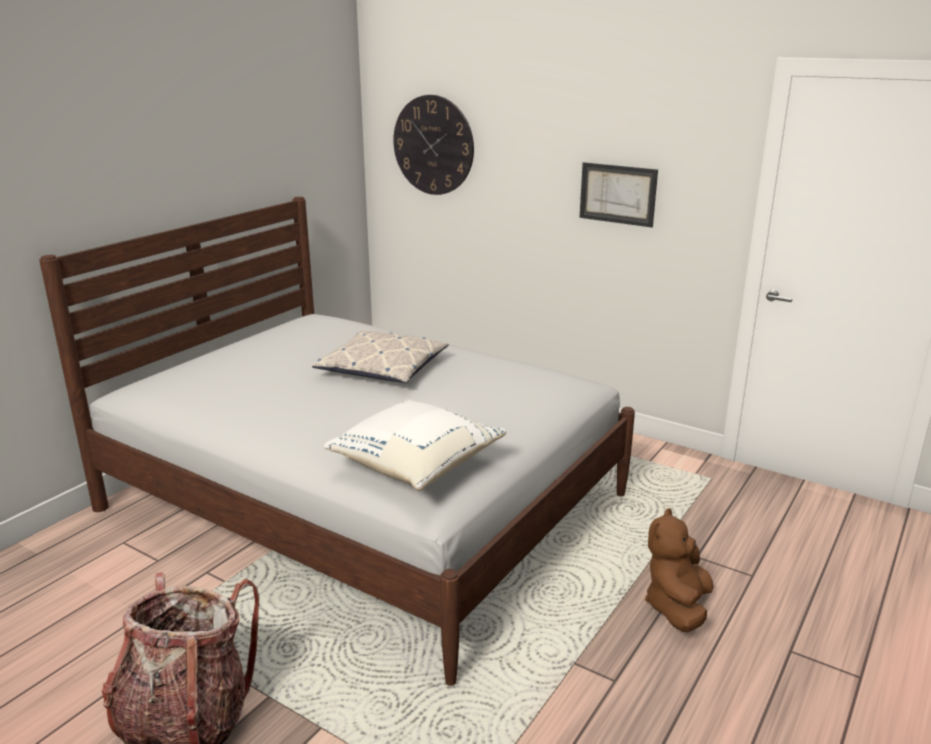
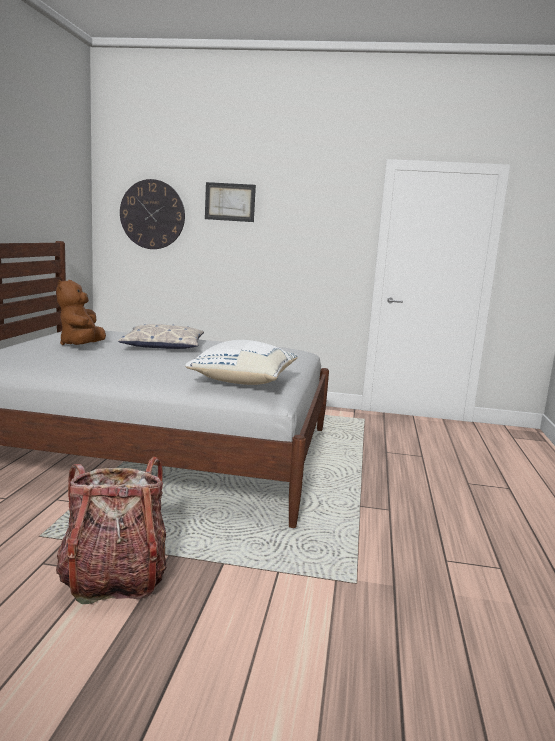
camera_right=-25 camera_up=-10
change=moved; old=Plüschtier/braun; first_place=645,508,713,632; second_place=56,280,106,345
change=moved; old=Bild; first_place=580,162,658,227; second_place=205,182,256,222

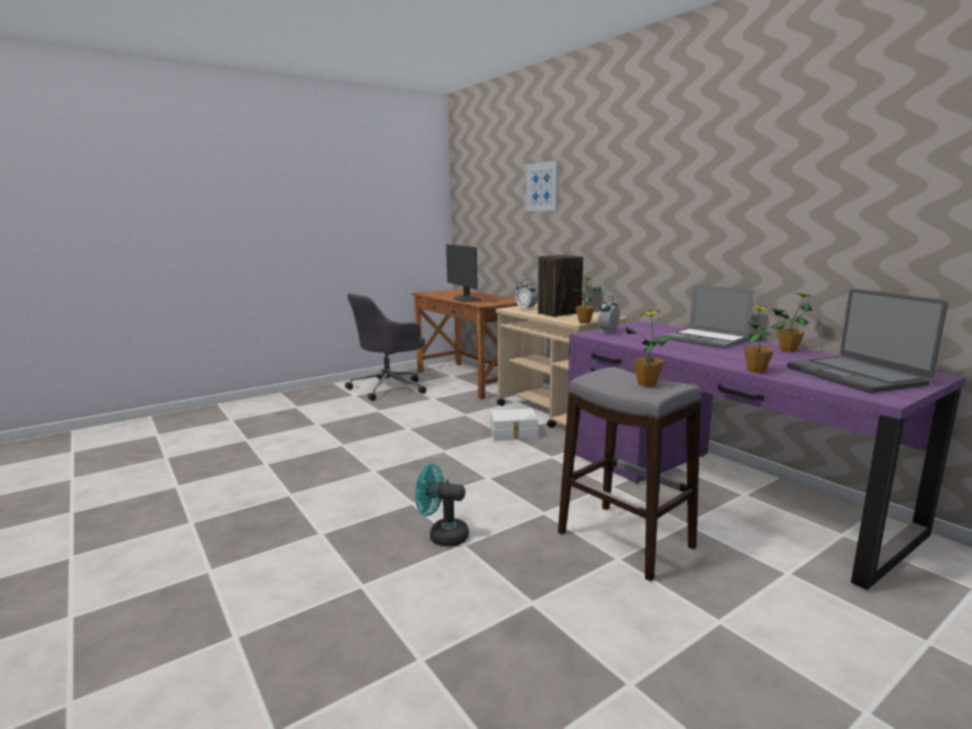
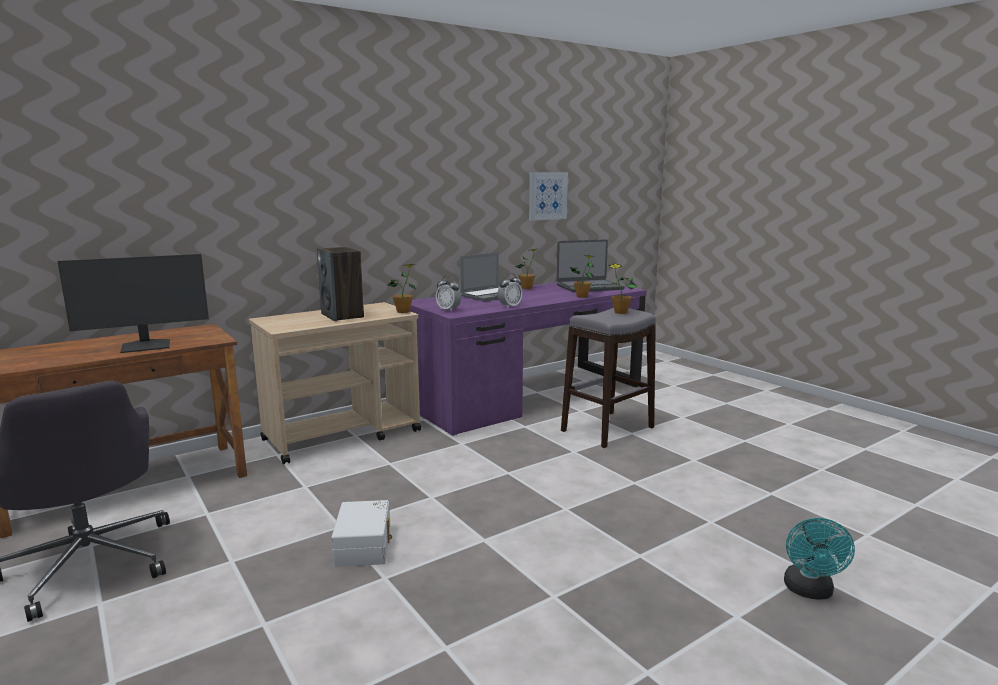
camera_right=-90 camera_up=0
change=moved; old=Aufbewahrungsbox/weiß; first_place=490,409,538,441; second_place=331,500,392,567
change=moved; old=Wecker; first_place=516,280,537,310; second_place=498,273,522,308
change=moved; old=Bild; first_place=526,161,559,211; second_place=529,172,568,221
change=moved; old=Ventilator/türkis; first_place=415,464,469,546; second_place=784,518,855,599

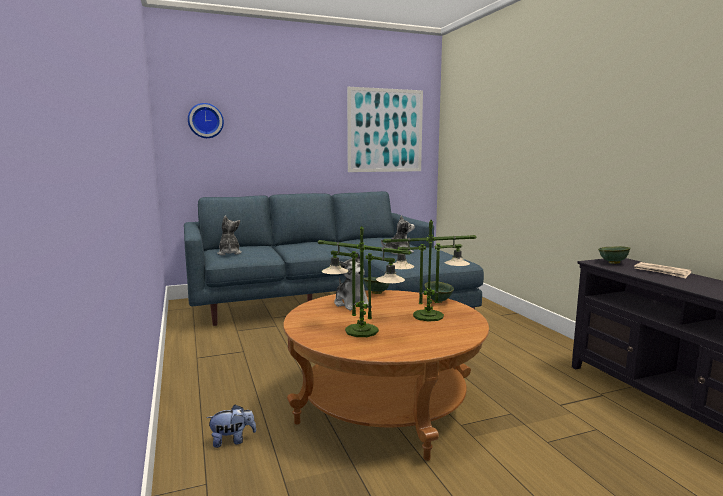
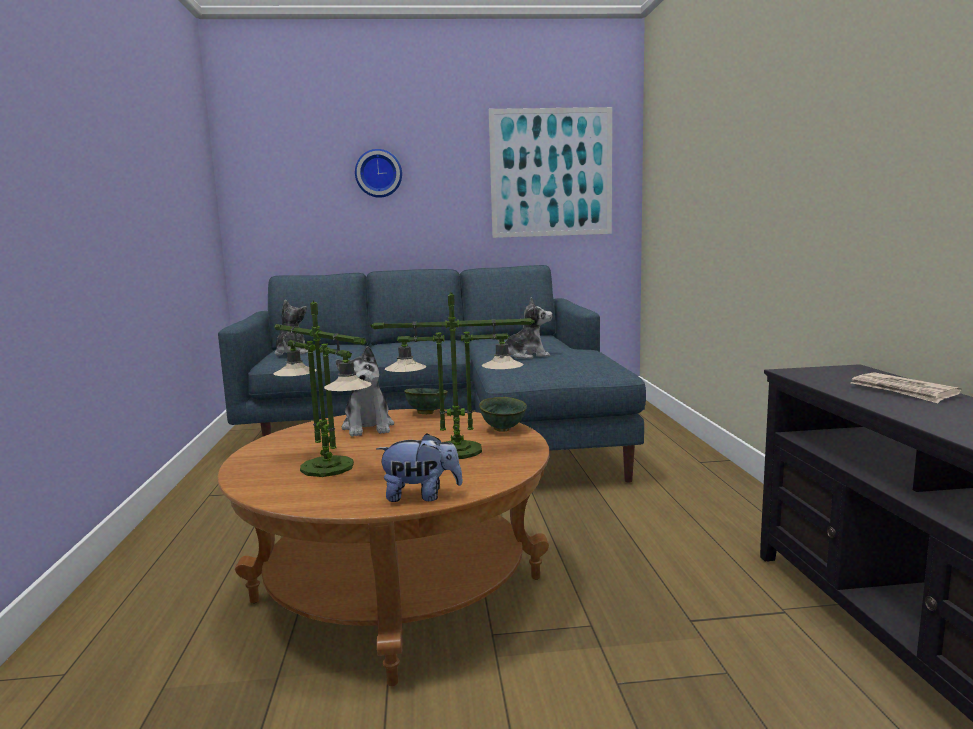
camera_right=15 camera_up=0
change=moved; old=Wanduhr; first_place=188,103,224,138; second_place=355,149,402,198
change=moved; old=Plüschtier; first_place=207,405,256,448; second_place=376,433,463,502
change=removed; old=Schüssel/grün; first_place=598,246,630,264

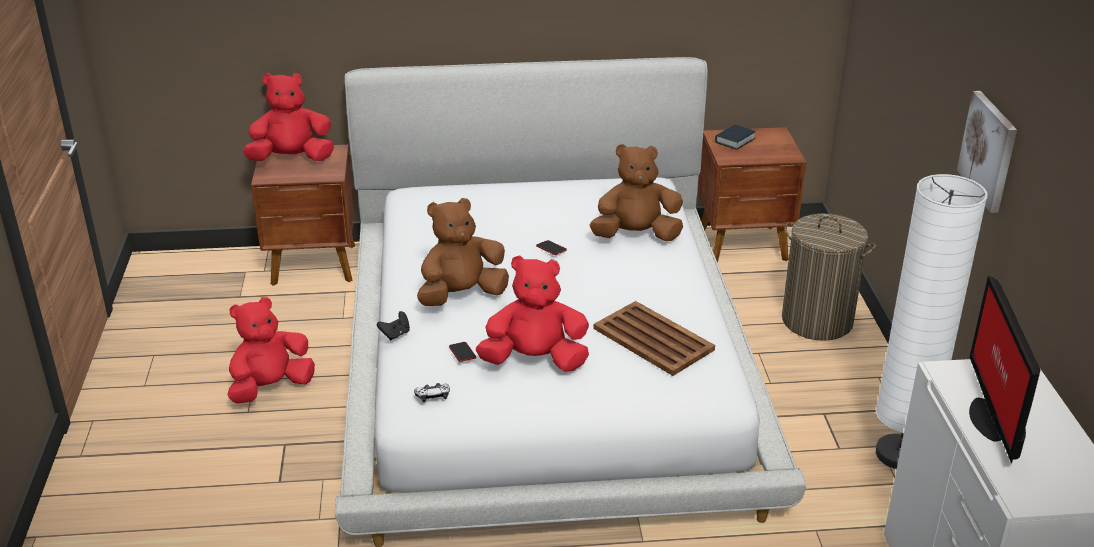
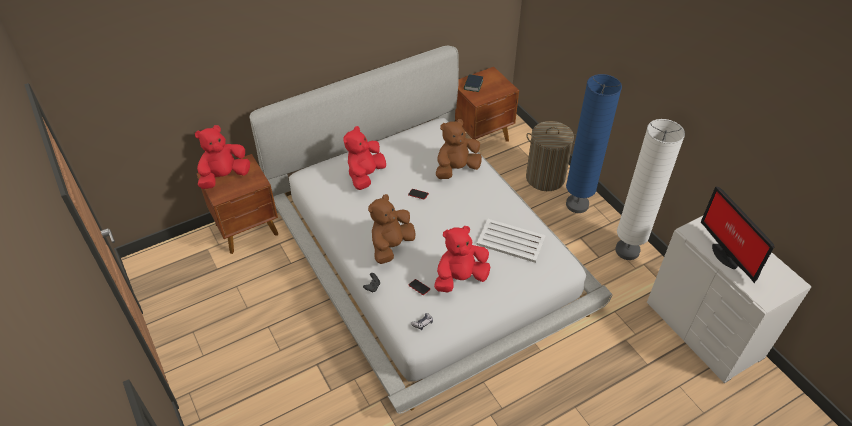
camera_right=-25 camera_up=15
change=moved; old=Plüschtier/rot; first_place=227,297,315,403; second_place=343,126,386,190
change=recoloured; old=Tablett/braun; new=Tablett/weiß; first_place=594,301,715,376; second_place=477,219,546,263
change=added; new=Stehlampe/blau; second_place=566,74,622,213
change=removed; old=Bild; first_place=957,91,1017,213

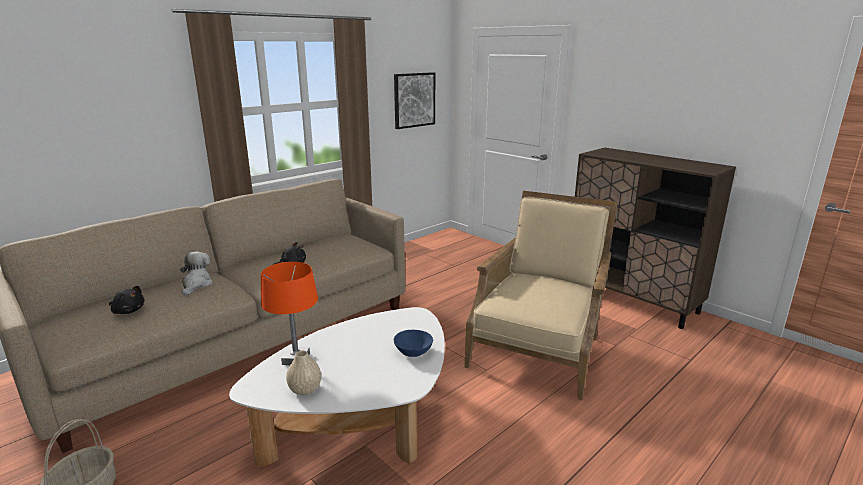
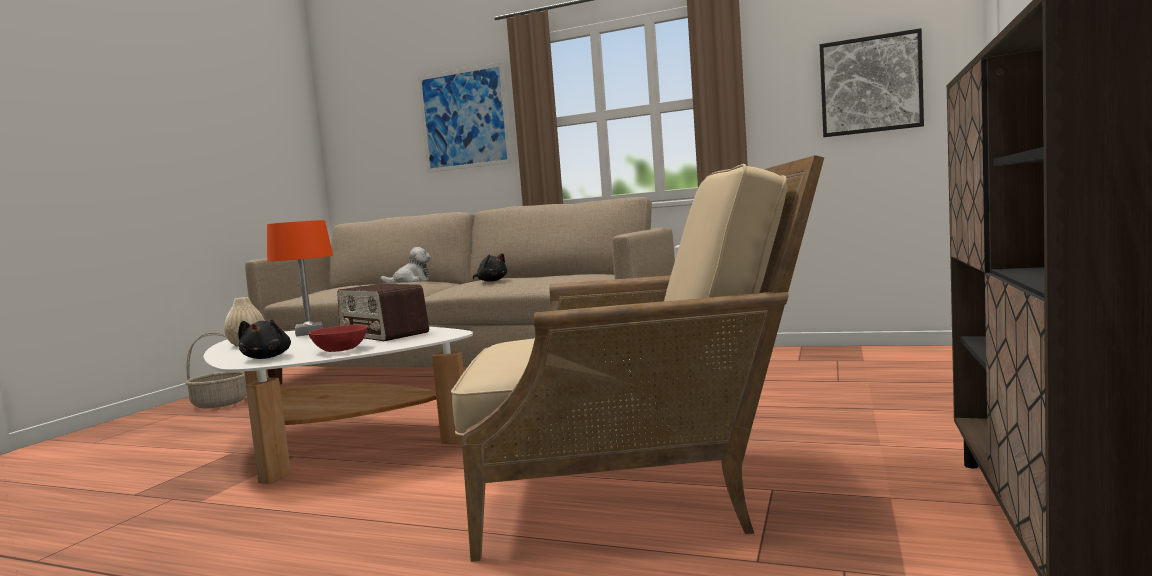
camera_right=65 camera_up=-15
change=moved; old=Plüschtier/schwarz; first_place=109,286,145,314; second_place=238,319,291,359
change=recoloured; old=Schüssel/blau; new=Schüssel/rot; first_place=394,330,433,357; second_place=308,325,367,352
change=added; new=Radio; second_place=337,284,429,341
change=added; new=Bild; second_place=418,62,512,173

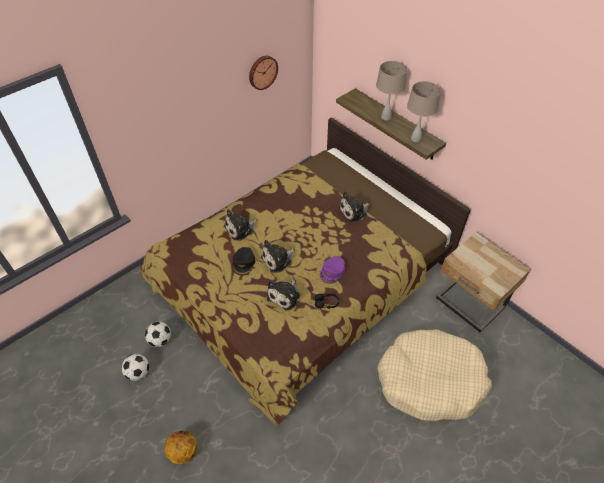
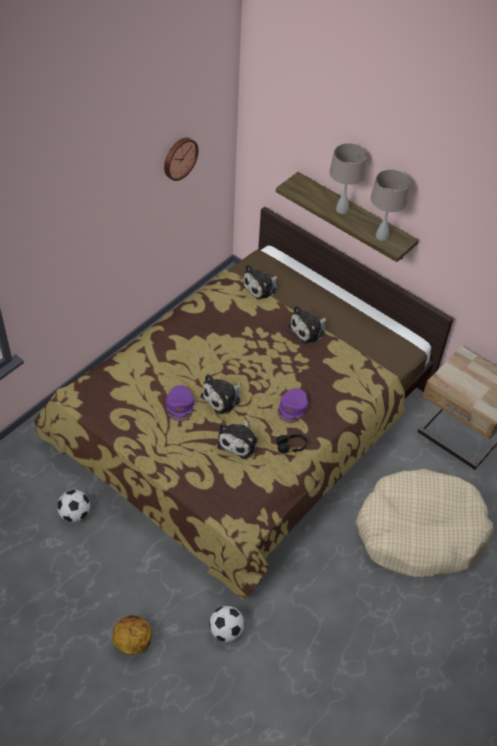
camera_right=-10 camera_up=0
change=recoloured; old=Kappe/schwarz; new=Kappe/lila; first_place=233,247,255,275; second_place=166,385,194,421
change=moved; old=Fußball; first_place=122,354,149,381; second_place=209,606,244,642
change=moved; old=Plüschtier; first_place=224,209,257,240; second_place=243,264,278,300

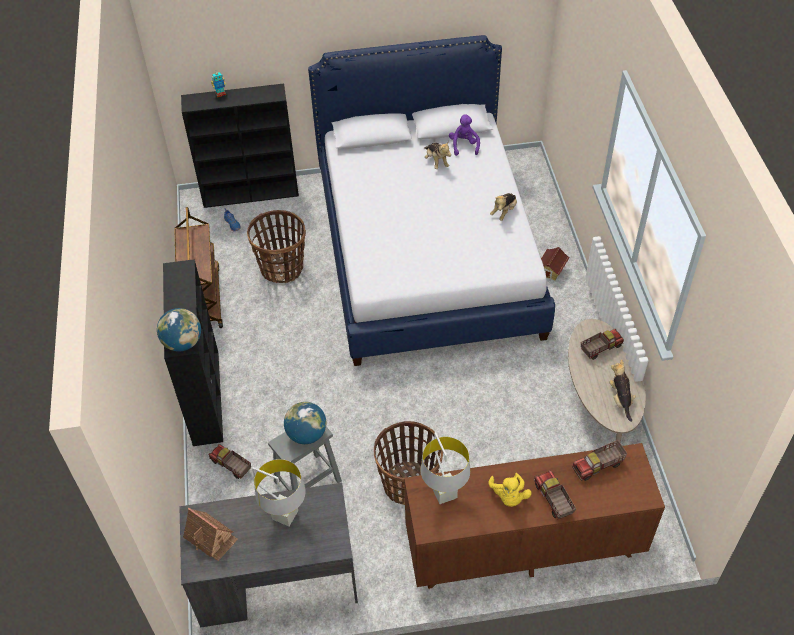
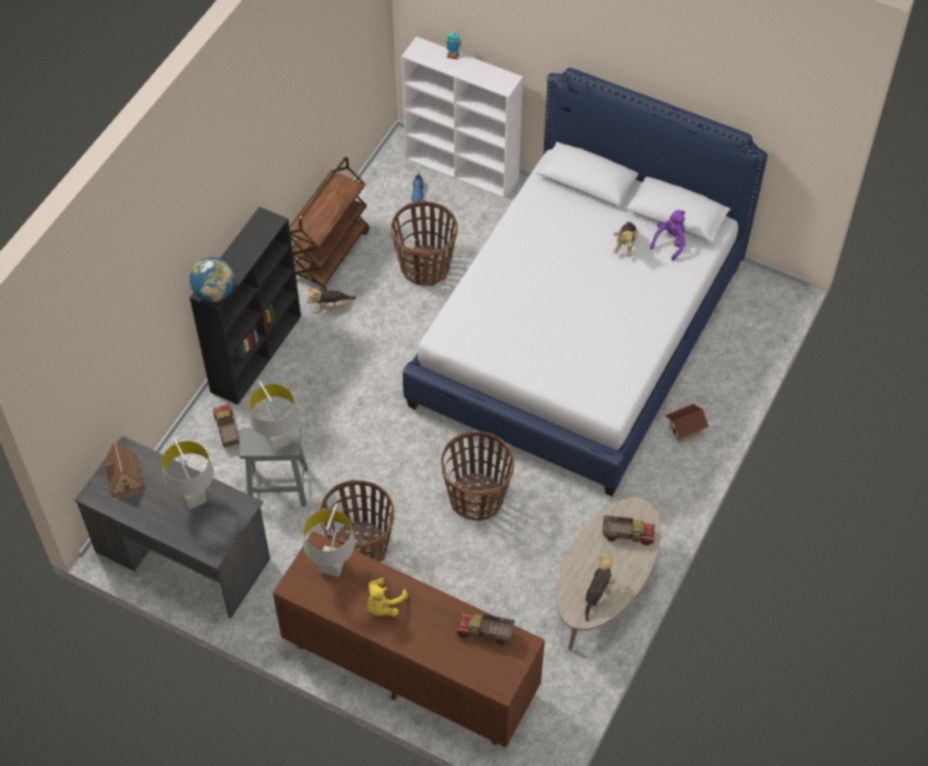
camera_right=35 camera_up=5
change=replaced; old=Globus; new=Tischlampe/grau; first_place=284,402,326,444; second_place=249,381,298,451
change=moved; old=Plüschtier; first_place=490,193,517,221; second_place=307,288,356,314
change=recoloured; old=Bücherregal/schwarz; new=Bücherregal/weiß; first_place=181,84,299,208; second_place=401,36,523,199
change=added; new=Korb; second_place=441,431,514,521
change=removed; old=Spielzeuglaster; first_place=534,470,576,519

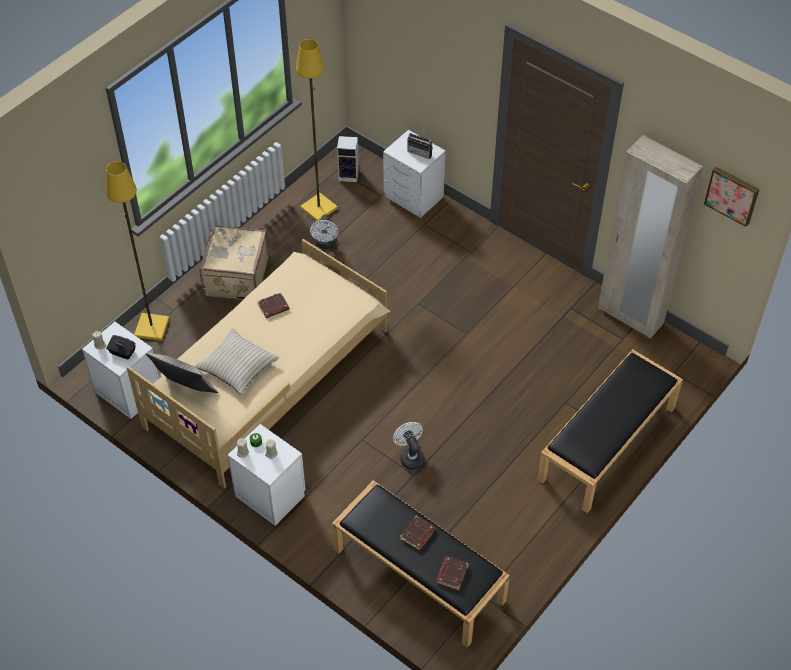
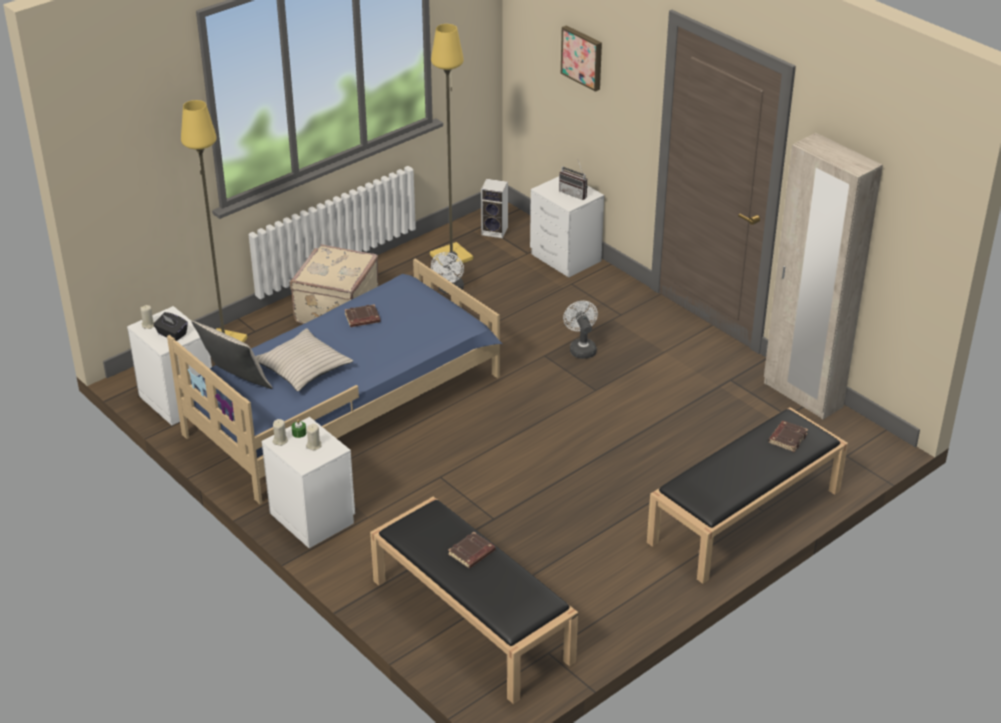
camera_right=10 camera_up=-15
change=recoloured; old=Bett/beige; new=Bett/blau; first_place=126,239,390,489; second_place=167,259,502,504
change=moved; old=Bild; first_place=704,167,760,227; second_place=561,25,602,92
change=moved; old=Ventilator/weiß; first_place=393,422,425,470; second_place=563,301,598,359
change=moved; old=Buch/braun; first_place=436,556,469,590; second_place=768,421,808,452

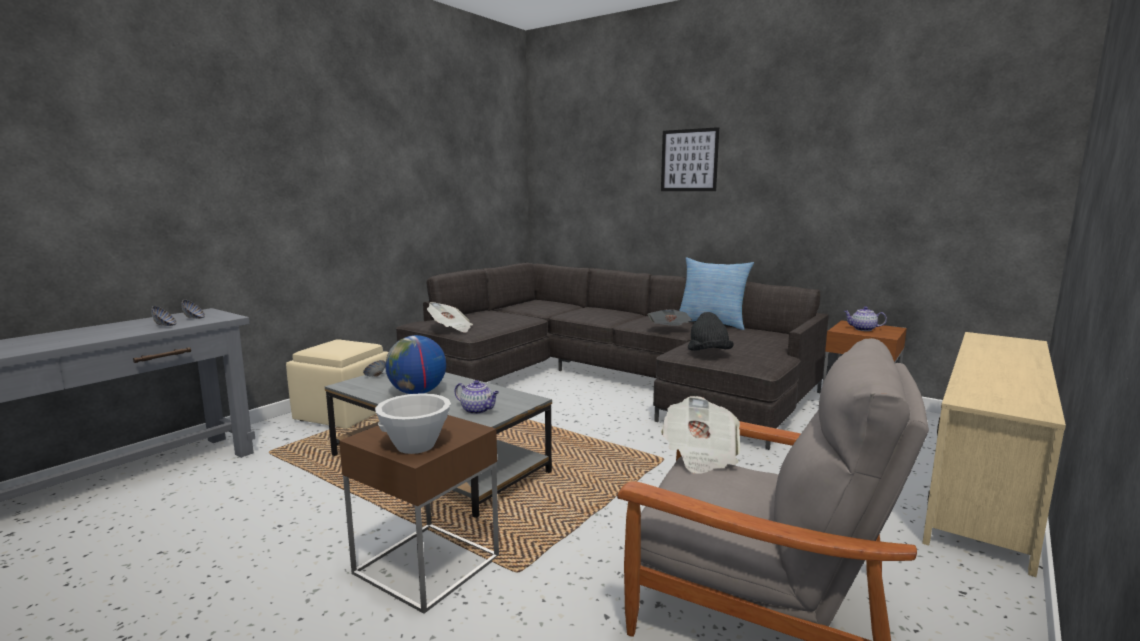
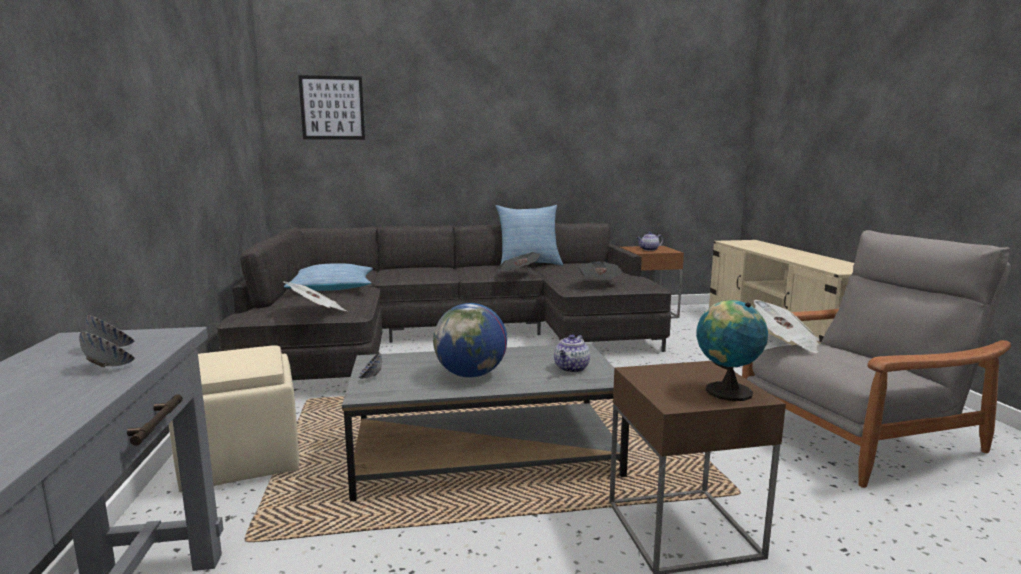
camera_right=-45 camera_up=0
change=added; new=Kissen; second_place=284,263,373,291
change=moved; old=Bild; first_place=661,127,719,191; second_place=298,75,365,140
change=turned; old=Teekanne; first_place=455,380,499,414; second_place=554,335,590,373; degrees=135
change=replaced; old=Hut/schwarz; new=Zeitung; first_place=688,312,734,351; second_place=576,261,623,280
change=replaced; old=Schüssel/weiß; new=Globus; first_place=375,393,451,454; second_place=696,300,768,401

